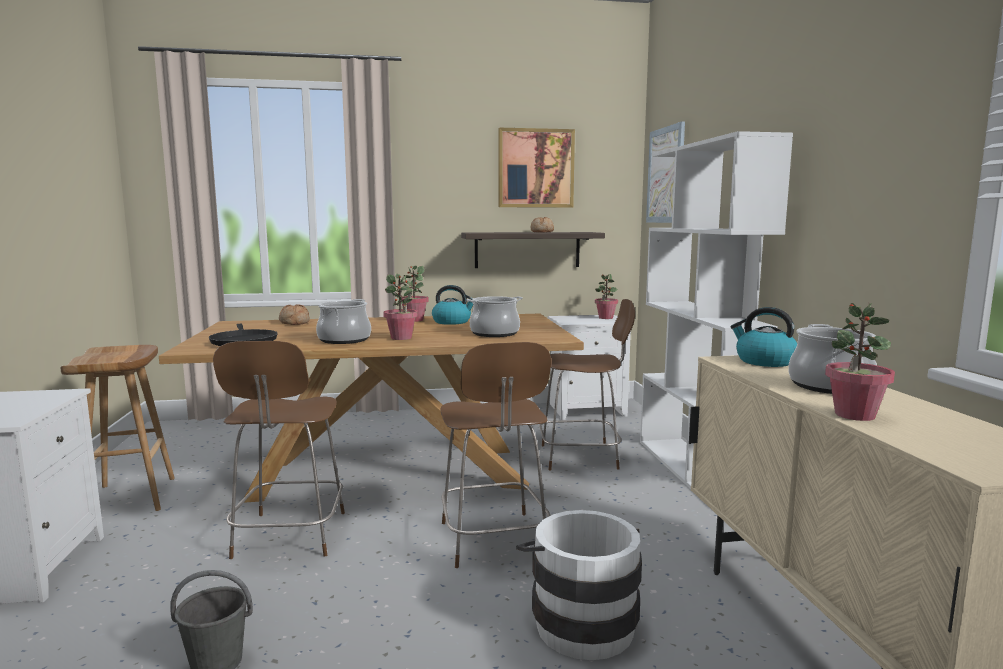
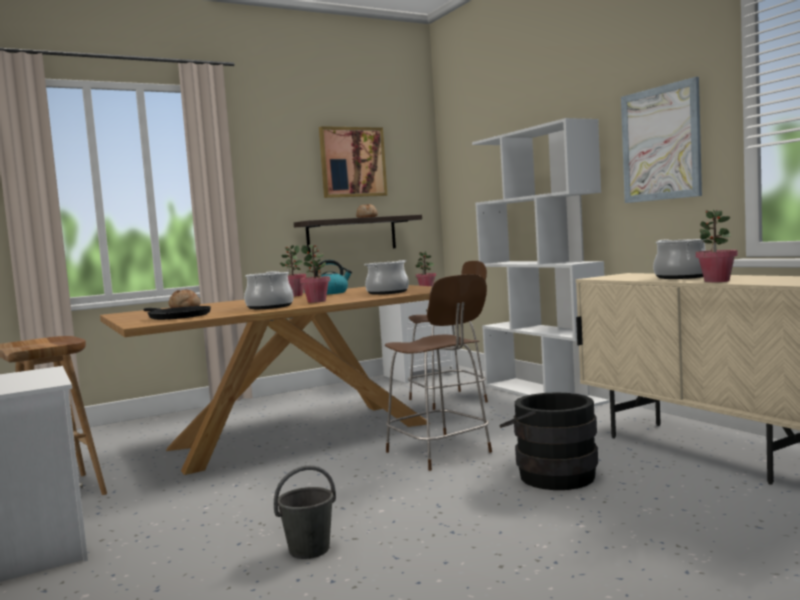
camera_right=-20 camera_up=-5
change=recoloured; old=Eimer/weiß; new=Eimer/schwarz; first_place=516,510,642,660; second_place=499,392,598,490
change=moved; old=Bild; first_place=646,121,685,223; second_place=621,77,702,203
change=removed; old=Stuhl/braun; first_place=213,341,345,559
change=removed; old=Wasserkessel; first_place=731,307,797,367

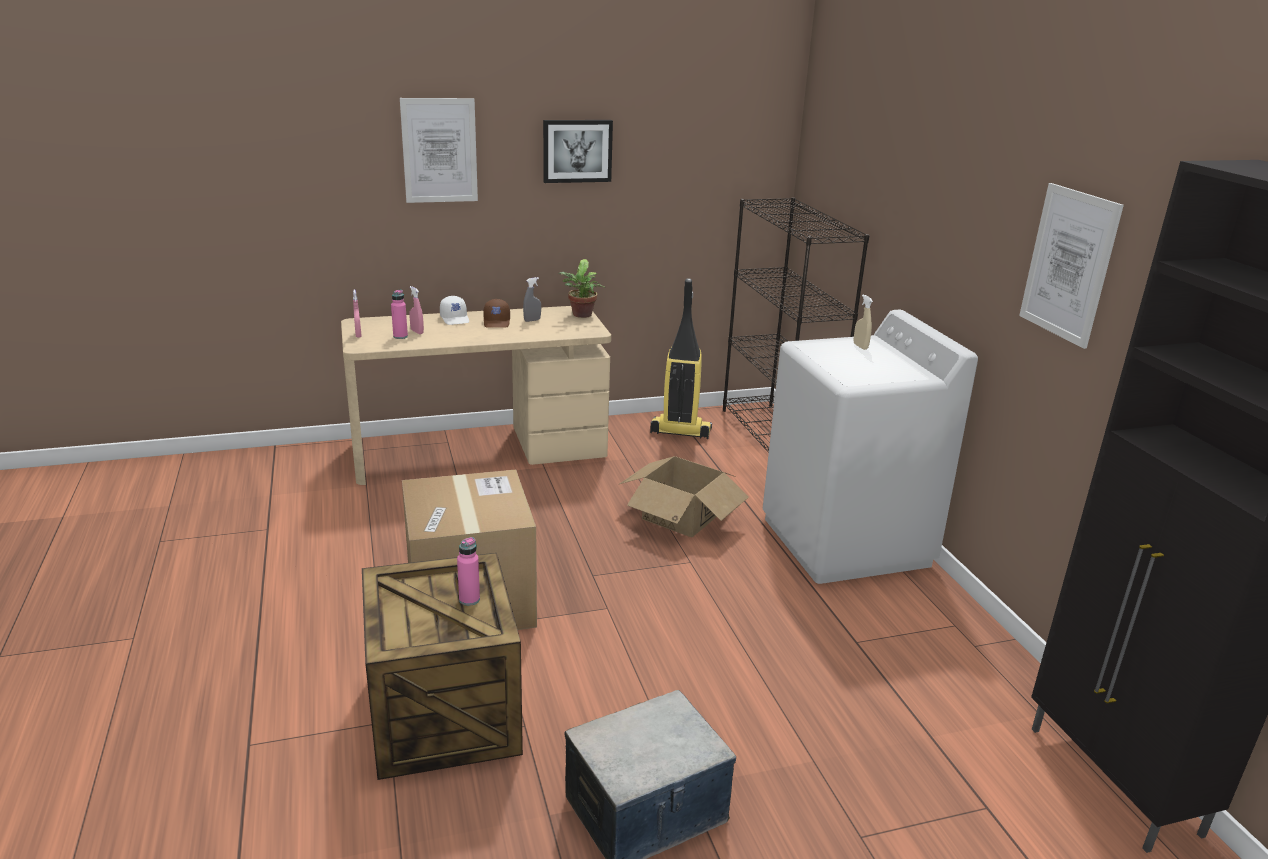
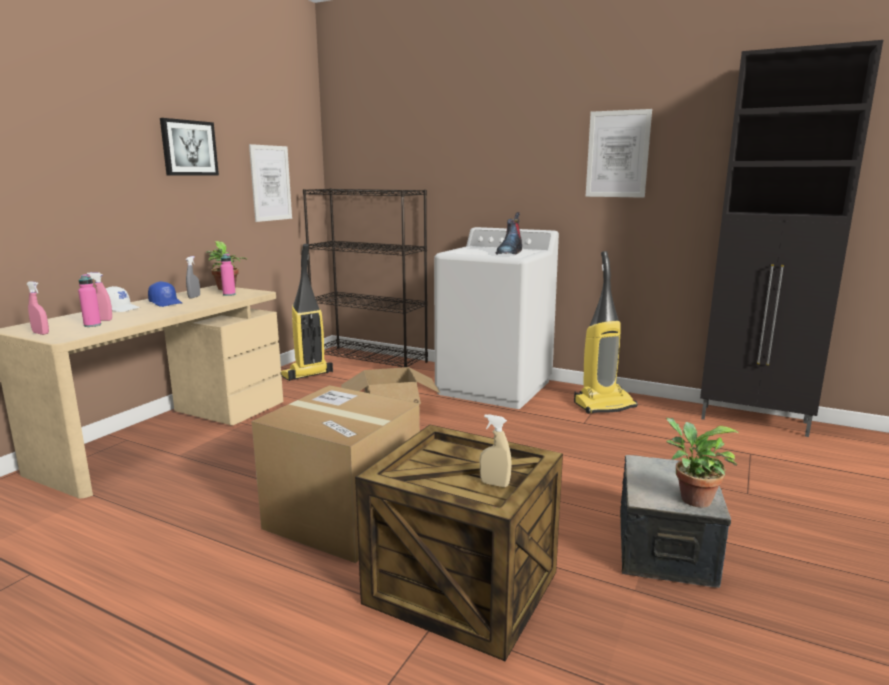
camera_right=-45 camera_up=-10
change=recoloured; old=Kappe/braun; new=Kappe/blau; first_place=483,299,510,328; second_place=148,281,182,307
change=moved; old=Flasche/rosa; first_place=457,537,480,606; second_place=220,254,236,296
change=moved; old=Bild; first_place=400,98,478,203; second_place=249,144,292,222
change=moved; old=Sprühflasche/beige; first_place=854,294,873,350; second_place=480,414,512,487
change=added; new=Stiefel; second_place=495,212,522,255
change=added; new=Staubsauger; second_place=574,251,638,414
change=added; new=Topfpflanze; second_place=666,418,738,508

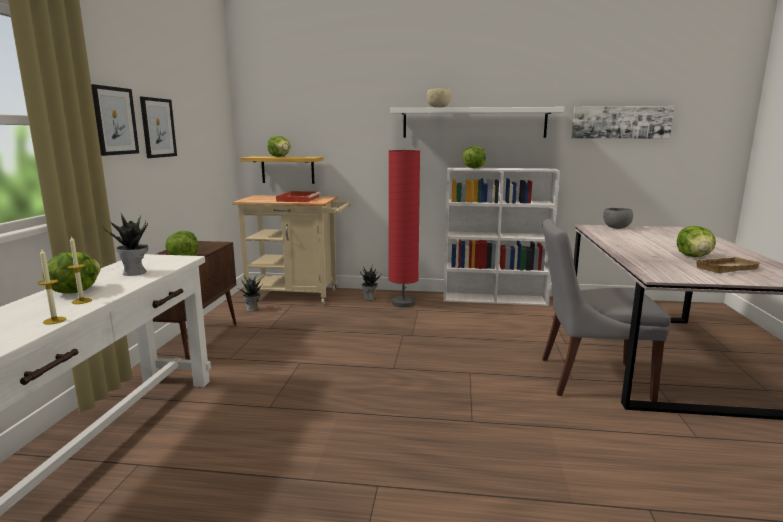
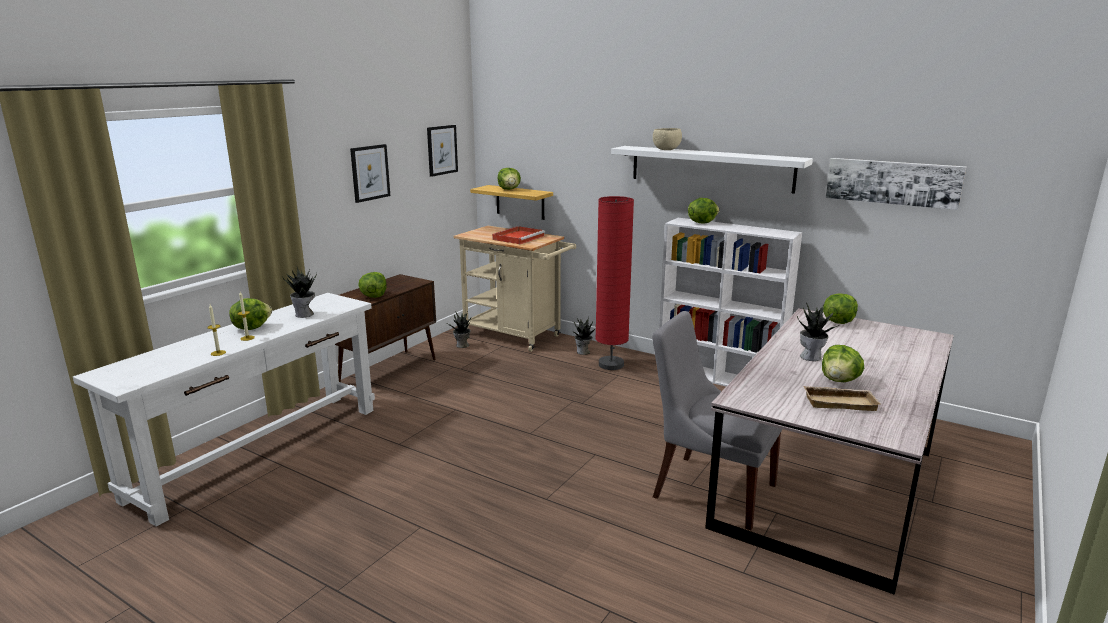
camera_right=25 camera_up=5
change=moved; old=Bild; first_place=91,84,139,156; second_place=427,125,458,177
change=added; new=Topfpflanze; second_place=797,303,839,361
change=replaced; old=Schüssel/grau; new=Salatkopf; first_place=603,208,633,229; second_place=823,294,858,324

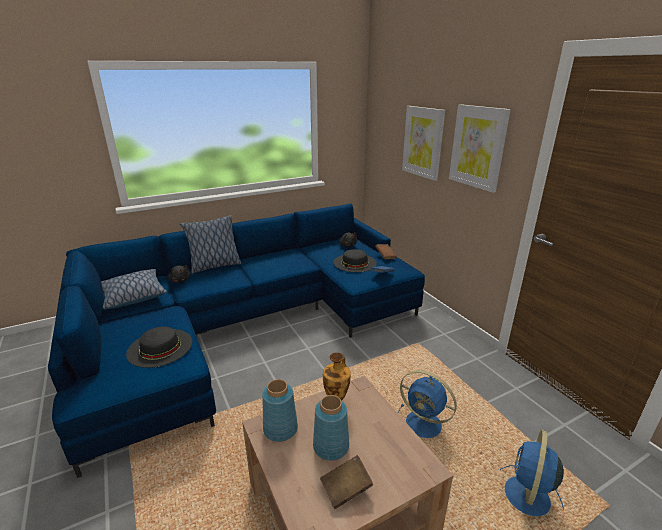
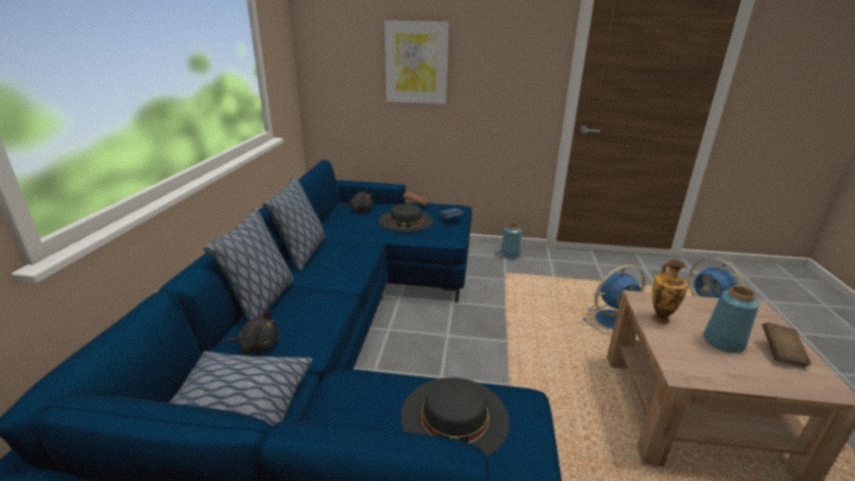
camera_right=-55 camera_up=0
change=added; new=Kissen; second_place=263,176,325,272
change=moved; old=Vase/blau; first_place=262,379,298,442; second_place=500,223,522,259
change=removed; old=Bild; first_place=449,104,511,193

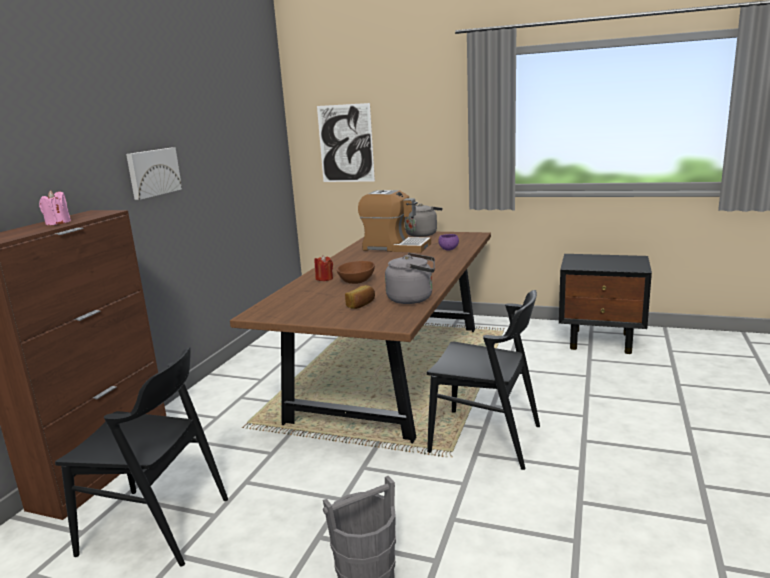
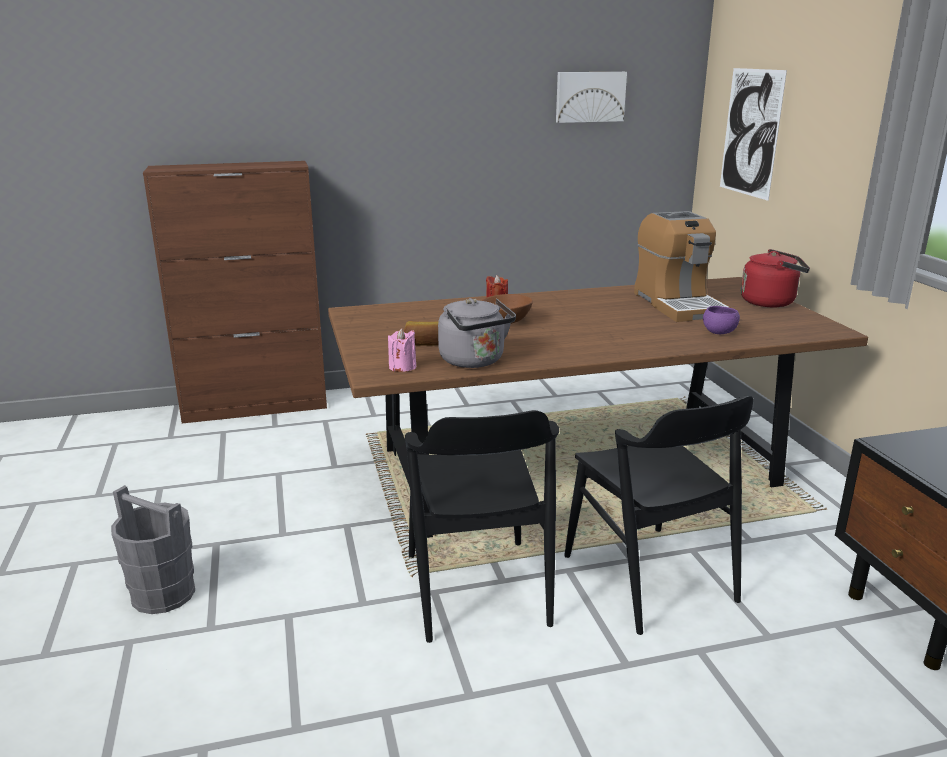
camera_right=55 camera_up=5
change=moved; old=Kerze/rosa; first_place=39,190,71,225; second_place=388,328,416,372
change=moved; old=Bild; first_place=126,147,182,200; second_place=556,72,627,123
change=moved; old=Stuhl/schwarz; first_place=55,348,228,566; second_place=564,396,753,635
change=recoloured; old=Wasserkessel/grau; new=Wasserkessel/rot; first_place=404,204,442,237; second_place=741,249,810,307

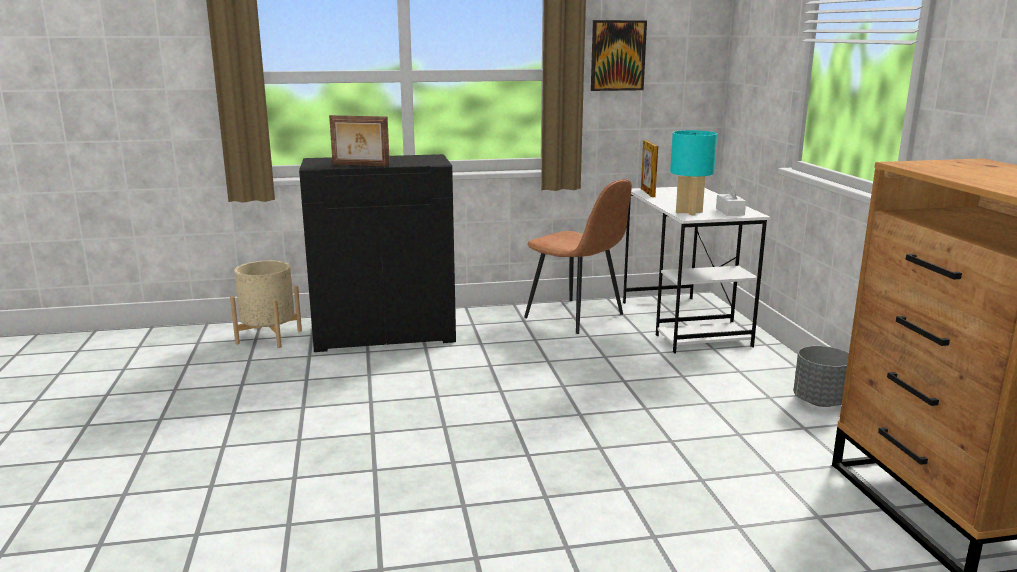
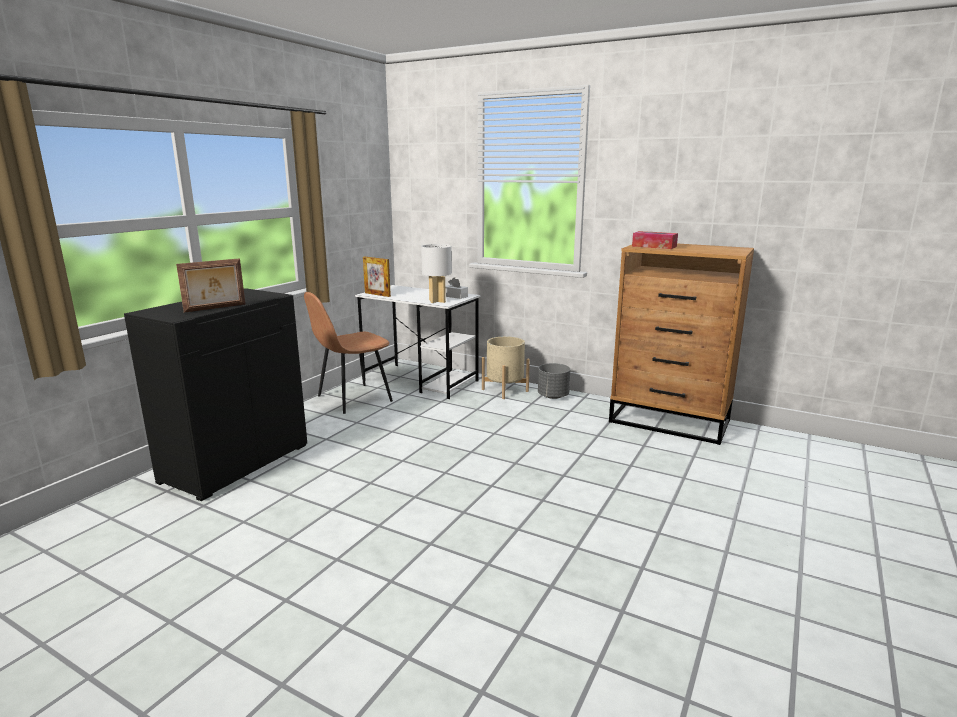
camera_right=-50 camera_up=0
change=turned; old=Stuhl/braun; first_place=524,179,632,334; second_place=304,292,393,414; degrees=150
change=recoloured; old=Tischlampe/türkis; new=Tischlampe/weiß; first_place=670,130,717,216; second_place=421,244,452,303
change=moved; old=Pflanzkübel/beige; first_place=230,260,302,348; second_place=482,336,530,399
change=added; new=Taschentuchbox; second_place=632,231,678,249
change=removed; old=Bild; first_place=591,20,647,91

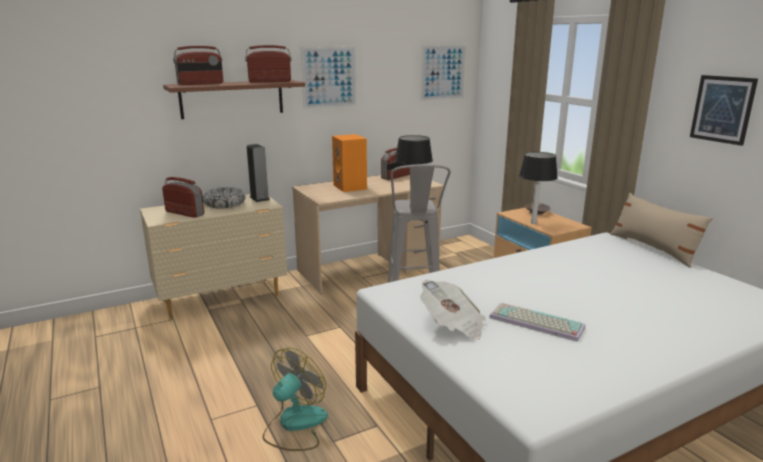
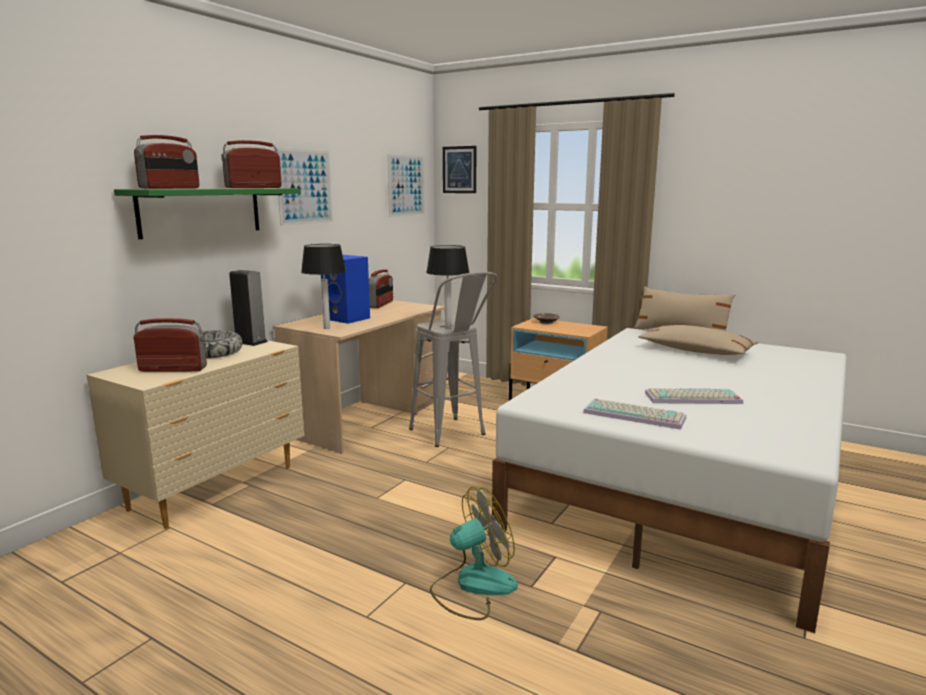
camera_right=-30 camera_up=-5
change=recoloured; old=Wandregal/braun; new=Wandregal/grün; first_place=163,80,305,119; second_place=114,188,301,239
change=moved; old=Tischlampe; first_place=519,152,558,224; second_place=301,244,346,329
change=recoloured; old=Lautsprecher/orange; new=Lautsprecher/blau; first_place=332,134,367,192; second_place=321,255,370,324
change=turned; old=Ventilator; first_place=263,348,328,451; second_place=430,487,518,620; degrees=60
change=moved; old=Bild; first_place=690,75,758,146; second_place=443,146,476,193
change=replaced; old=Zeitung; new=Tastatur; first_place=420,280,486,340; second_place=583,398,686,430
change=added; new=Kissen/beige; second_place=638,325,759,355

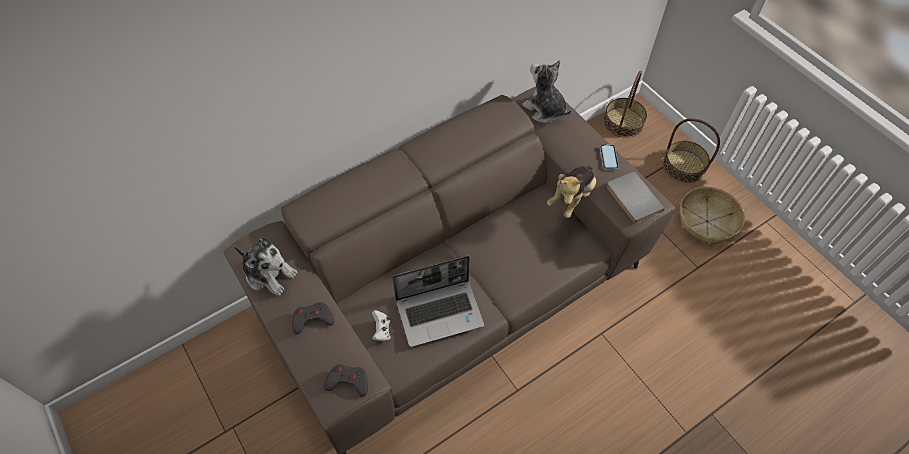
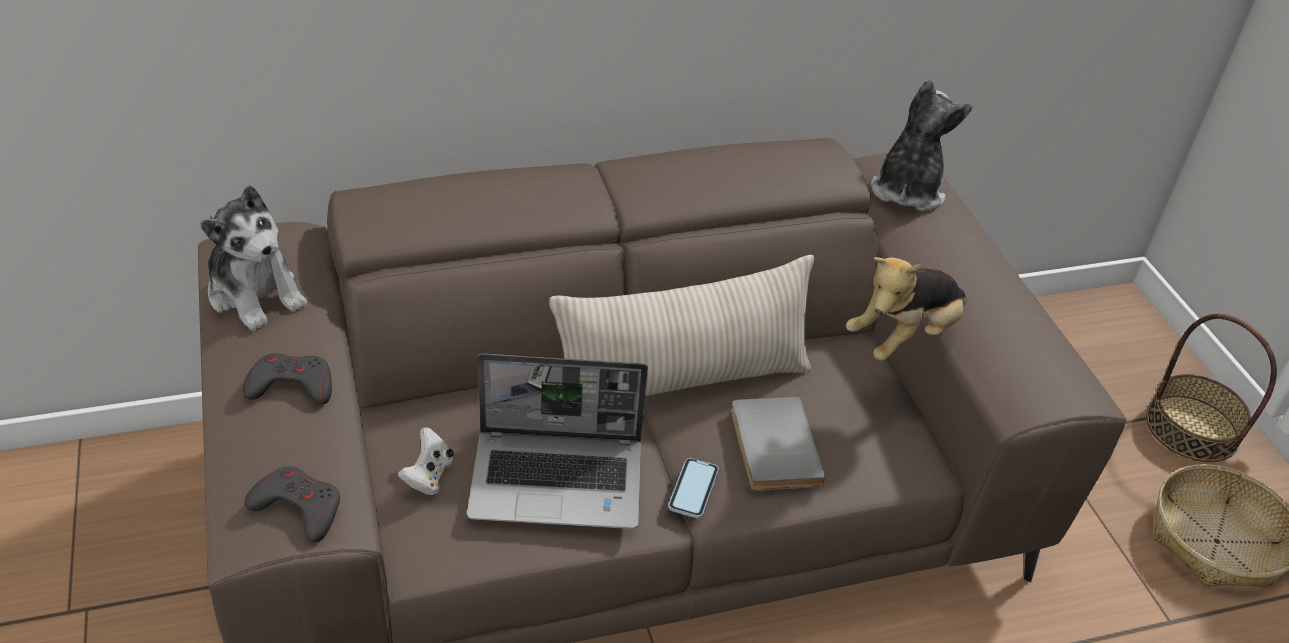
camera_right=15 camera_up=-15
change=added; new=Kissen/beige; second_place=549,255,814,396
change=moved; old=Handy; first_place=599,145,619,170; second_place=668,458,719,518
change=moved; old=Buch/grau; first_place=606,171,665,224; second_place=731,397,826,491
change=turned; old=Plüschtier; first_place=522,60,572,123; second_place=871,80,972,211; degrees=45
change=removed; old=Korb; first_place=603,71,647,138

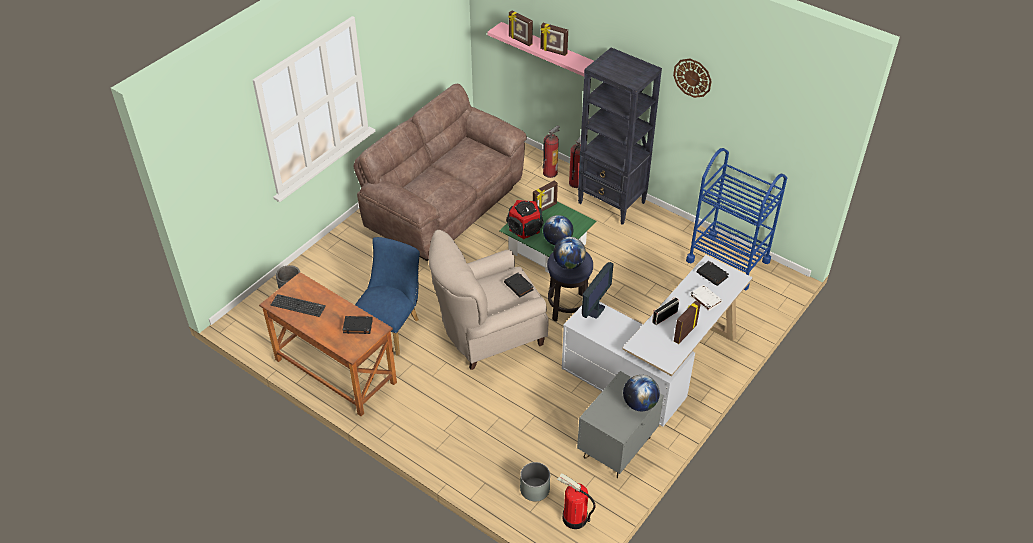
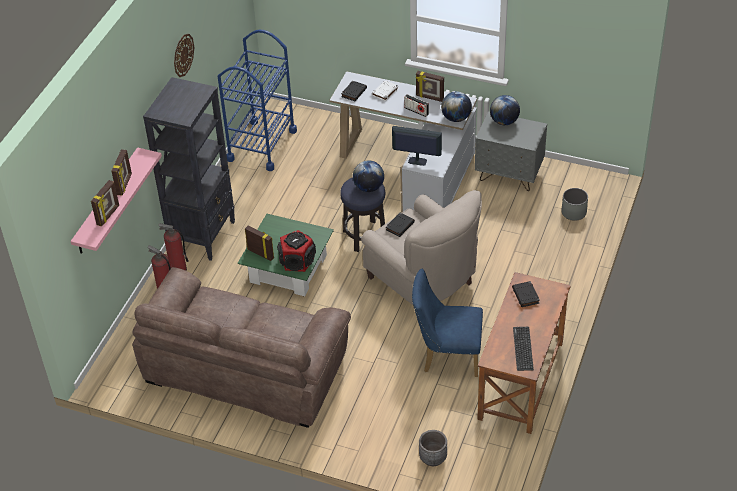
camera_right=-105 camera_up=0
change=moved; old=Globus; first_place=543,215,573,245; second_place=441,91,472,122
change=removed; old=Feuerlöscher; first_place=557,473,596,529

